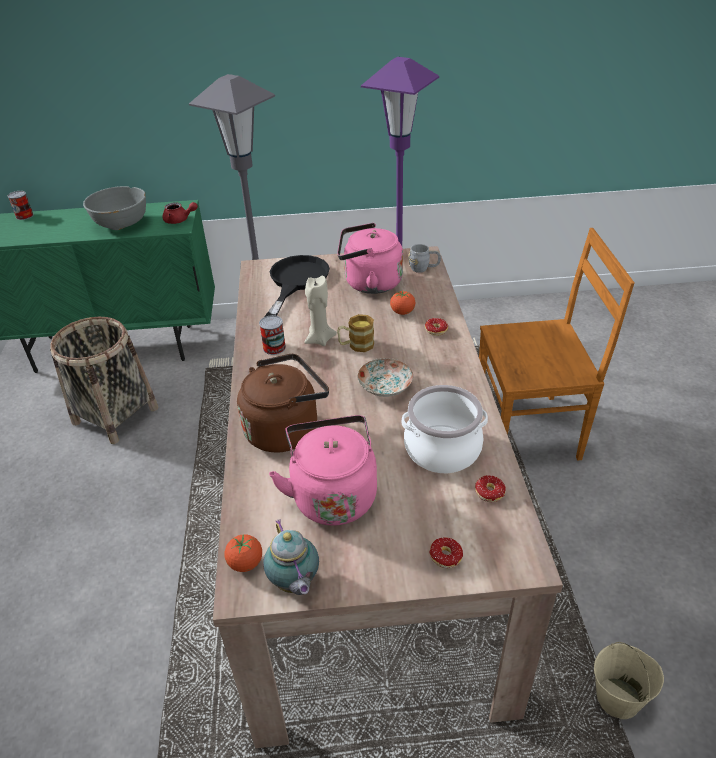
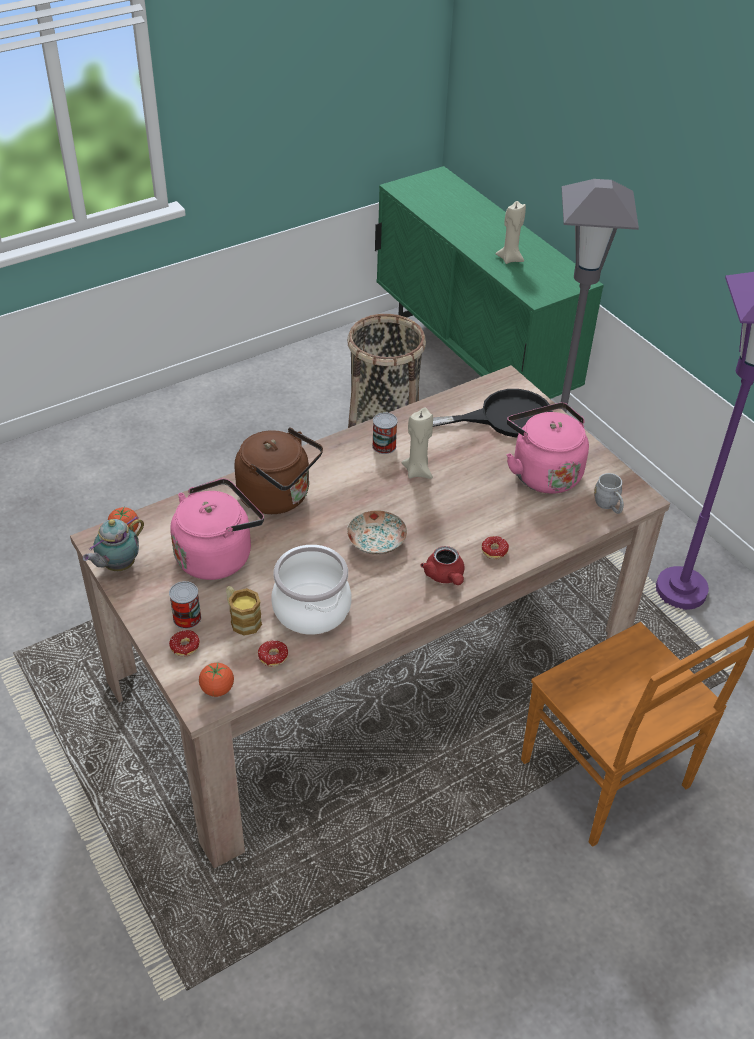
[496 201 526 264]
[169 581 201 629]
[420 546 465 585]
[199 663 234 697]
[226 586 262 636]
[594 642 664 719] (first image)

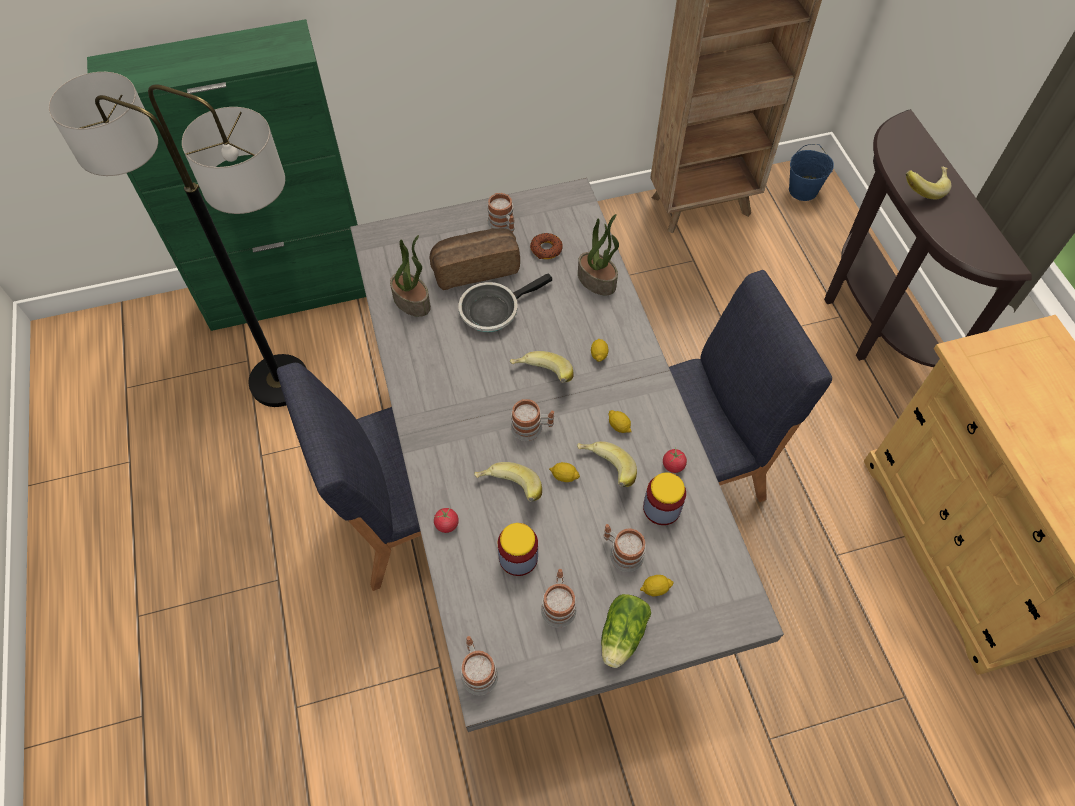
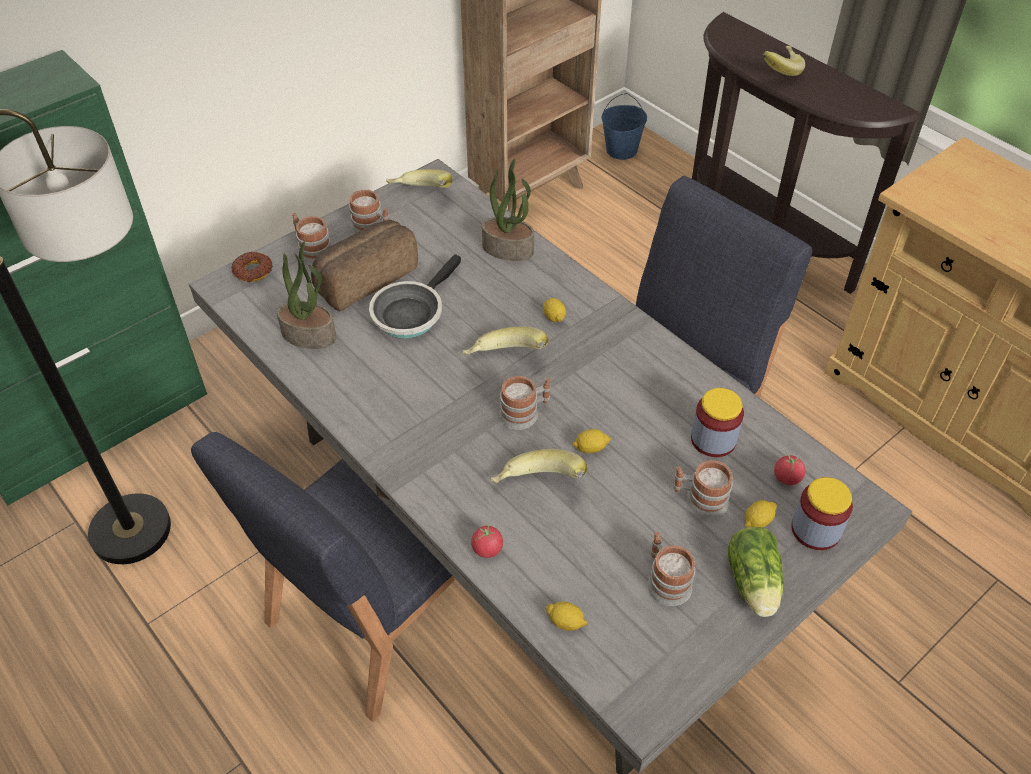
[232 252 273 282]
[546 601 588 631]
[386 169 452 188]
[774 453 806 485]
[791 477 853 550]
[292 213 331 264]

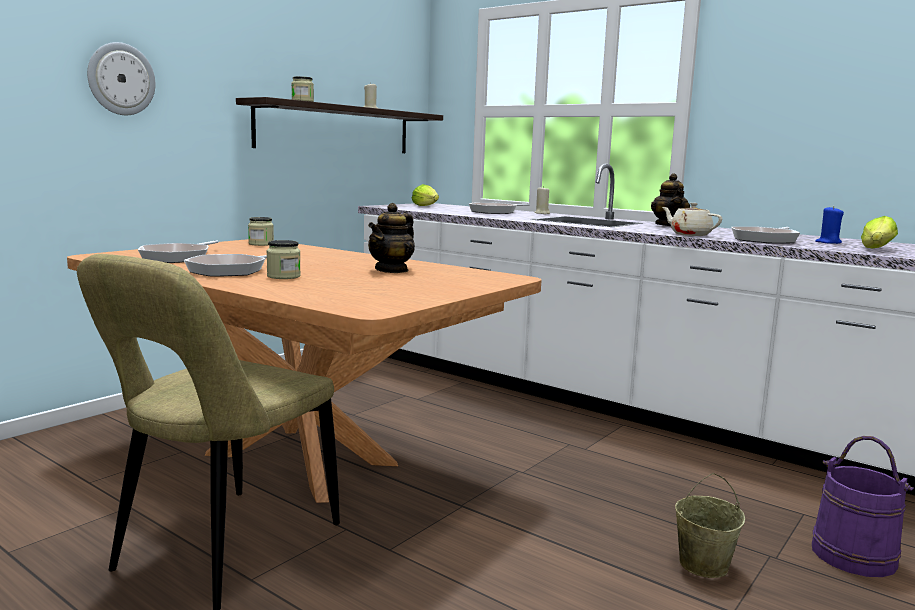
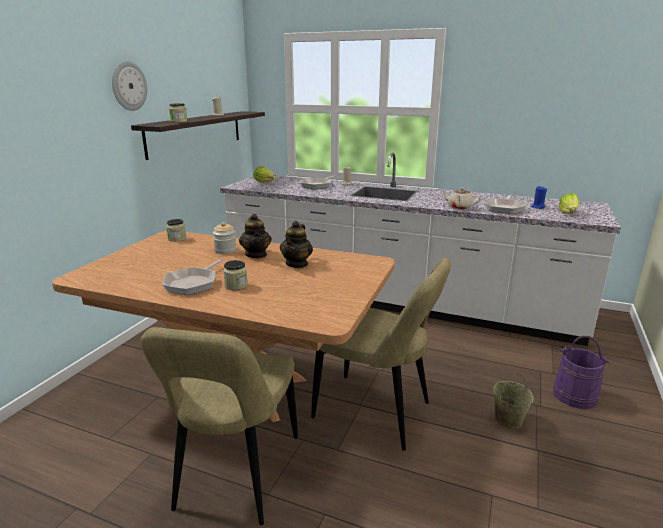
[112 61 147 111]
[239 214 272 258]
[138 240 218 263] (first image)
[213 222 236 254]
[311 258 451 451]

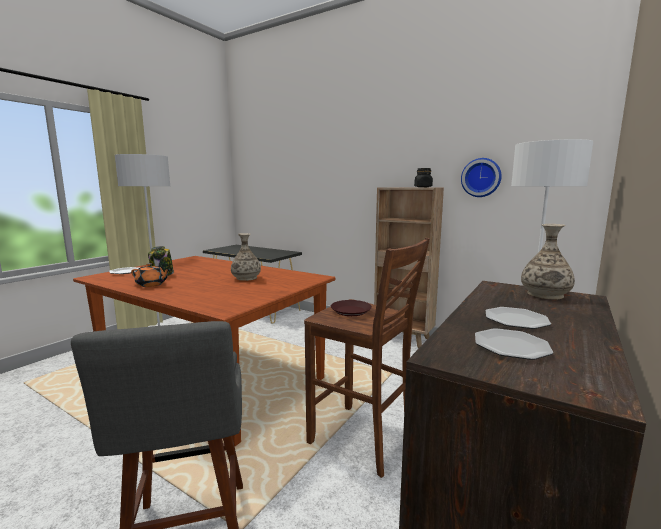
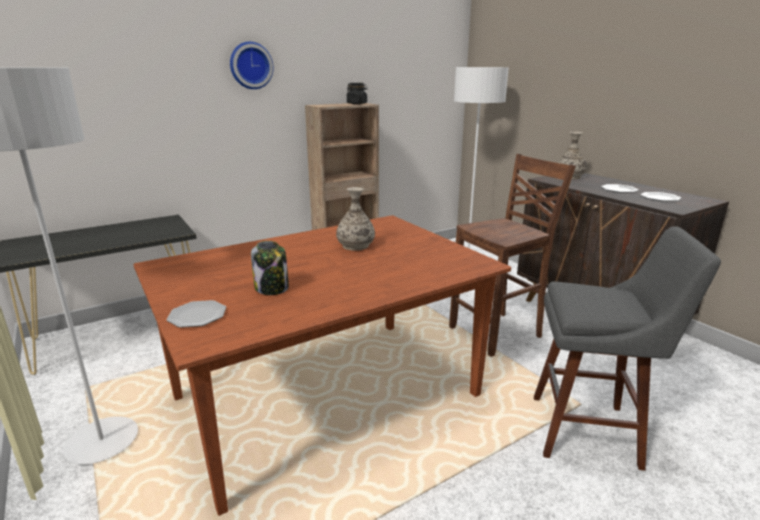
[230 42 273 89]
[131 263 171 287] (first image)
[331 300 372 316] (first image)

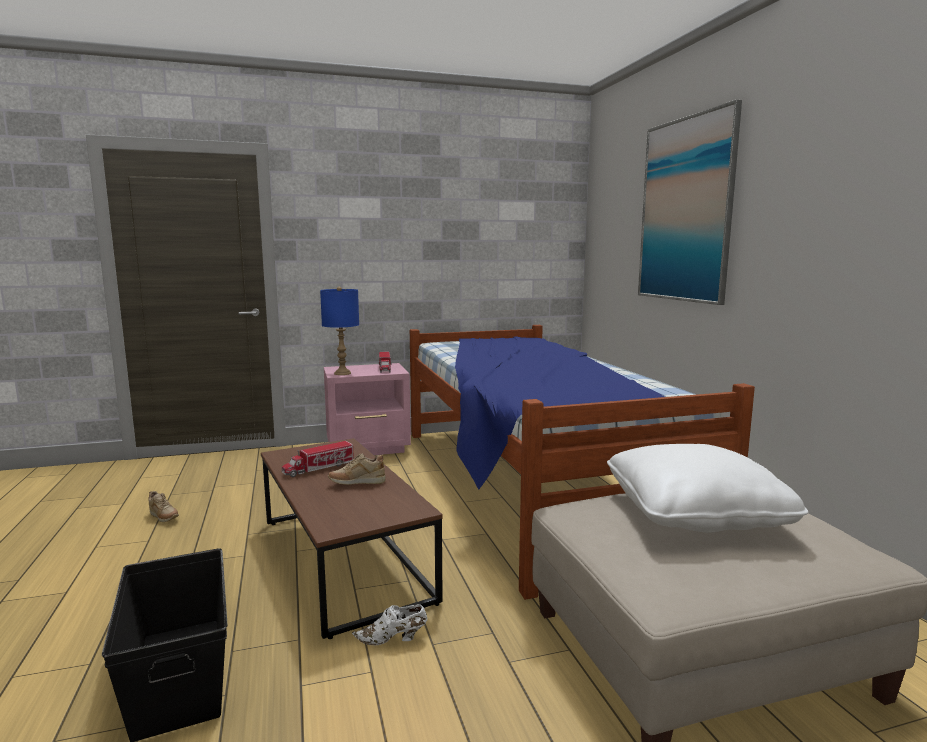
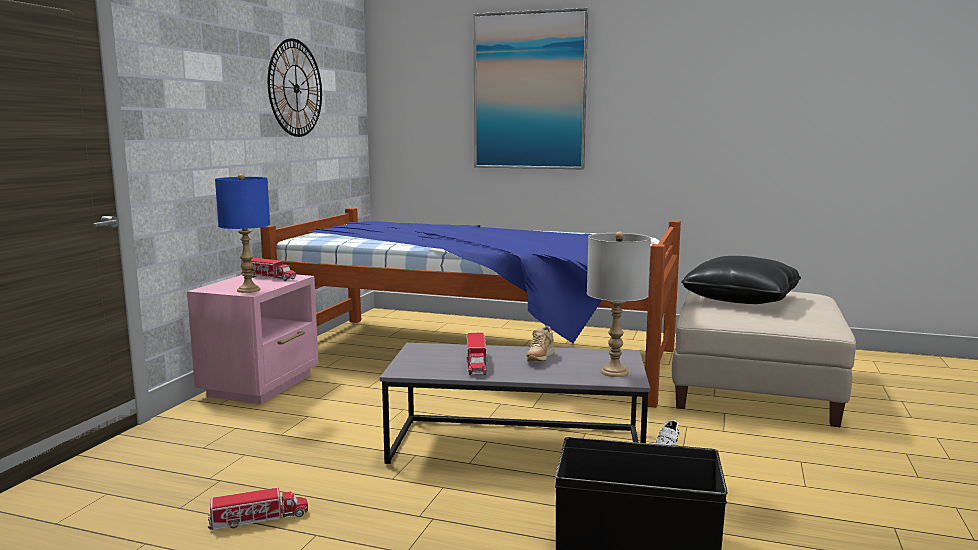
[380 343 650 464]
[681 256 801 304]
[208 488 308 530]
[268 38 322 137]
[587 231 651 377]

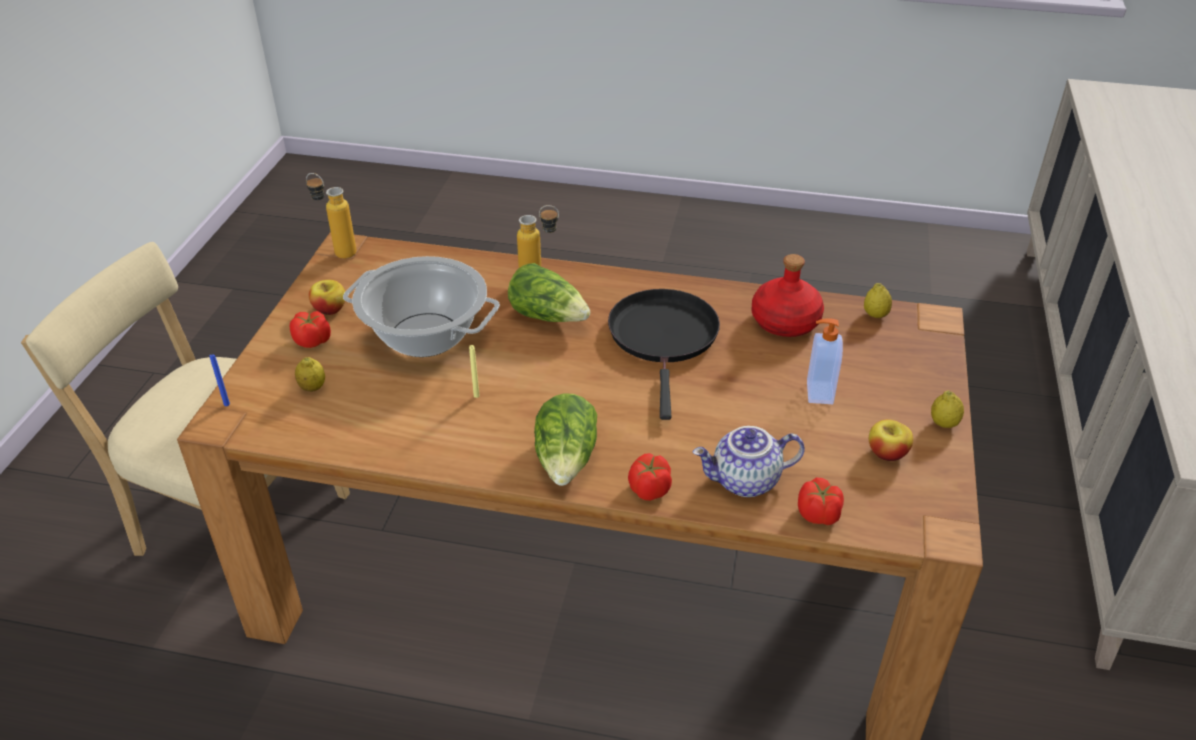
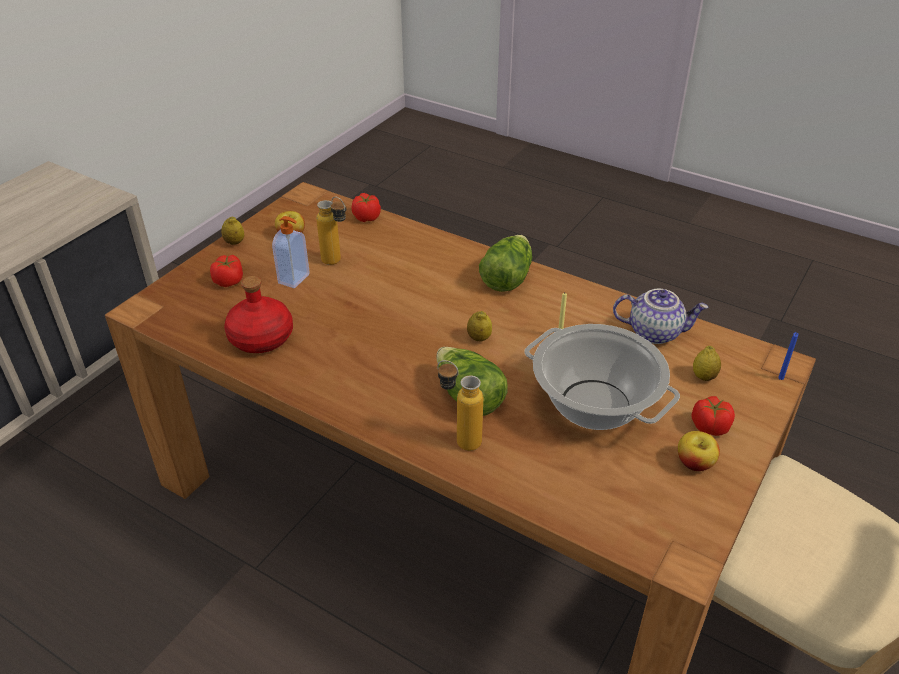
[316 197 346 265]
[467 311 492 342]
[608 289 720 420] (first image)
[613 289 709 344]
[210 255 243 287]

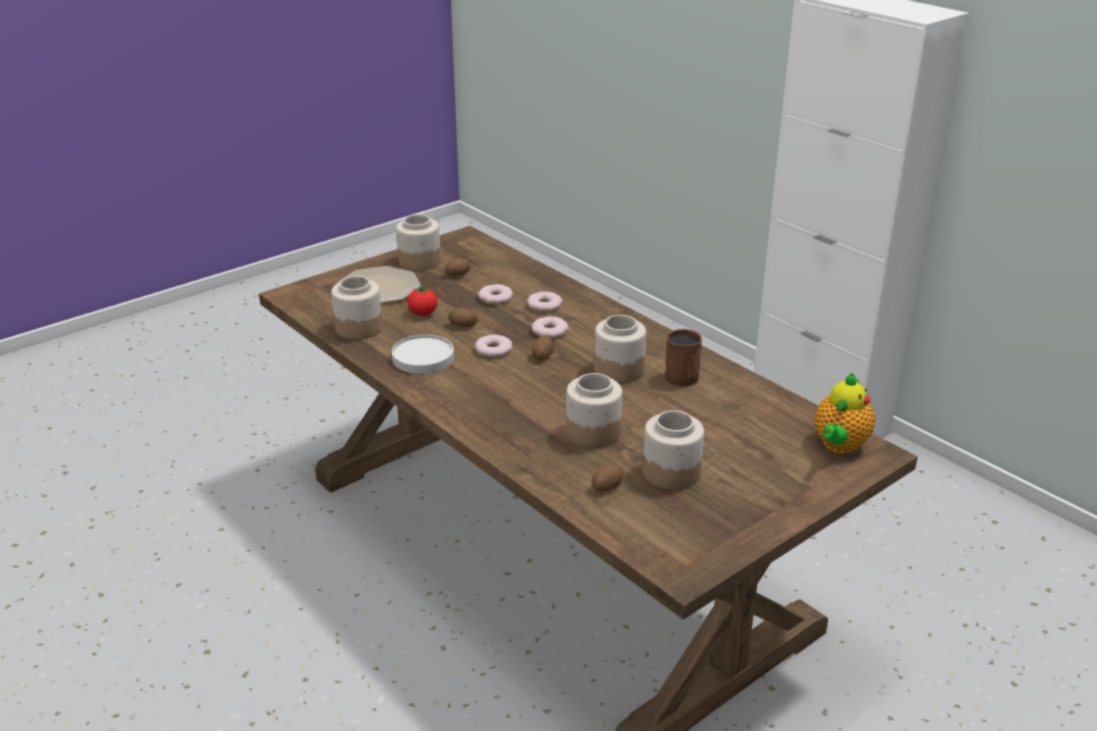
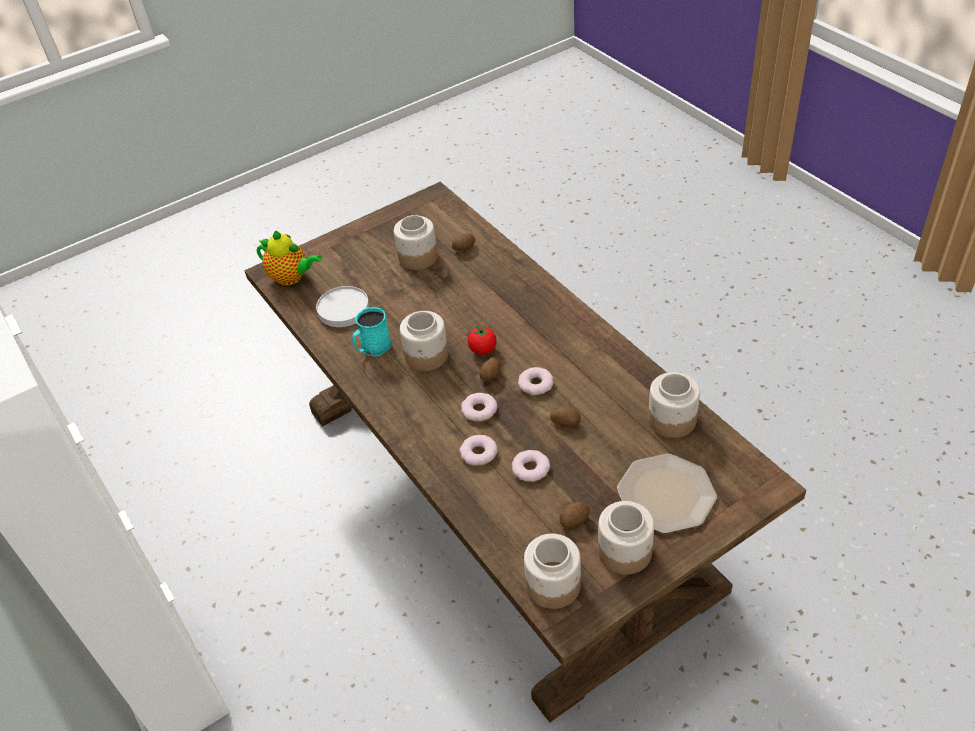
[468 326 497 355]
[352 307 391 356]
[316 286 369 327]
[524 534 581 609]
[257 230 322 285]

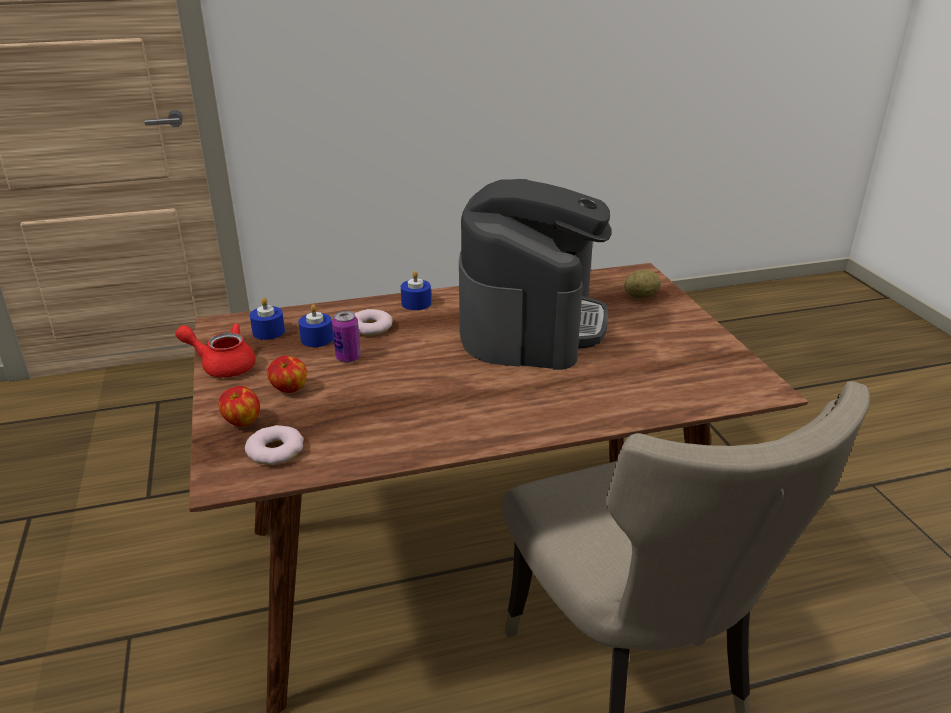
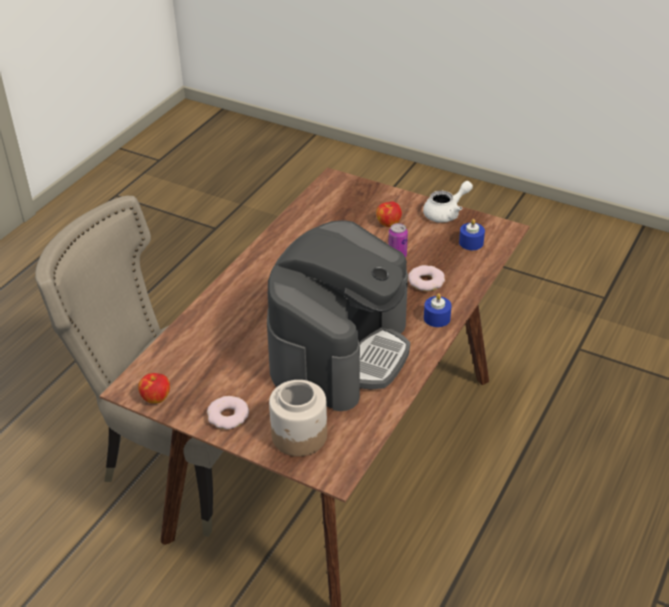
[267 220 410 411]
[269 380 327 457]
[298 304 333 347] (first image)
[423 181 473 223]
[138 373 170 404]
[207 396 249 429]

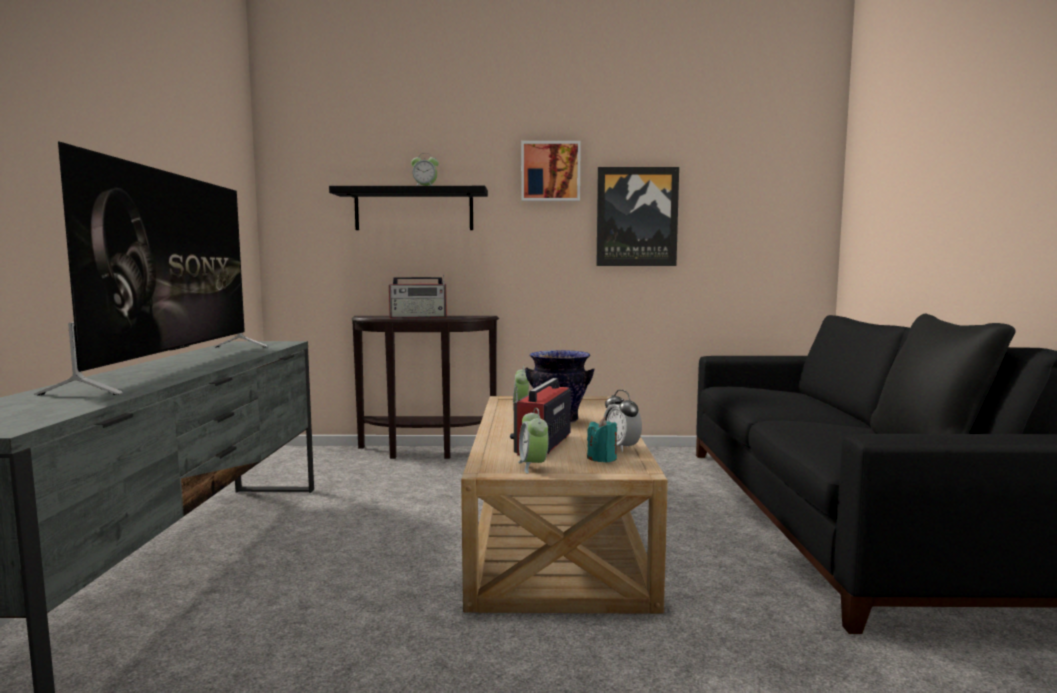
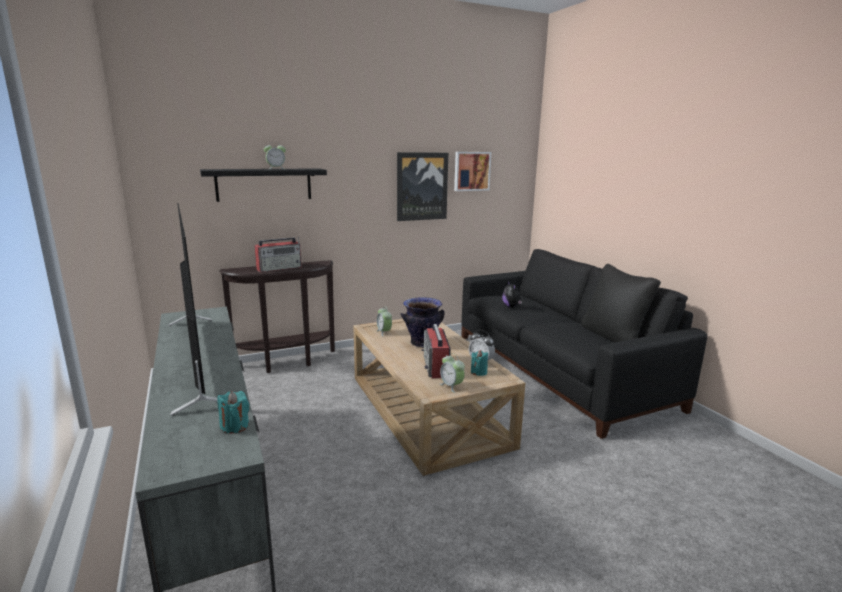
[454 152 491 191]
[502 281 522 308]
[217 391 249 433]

